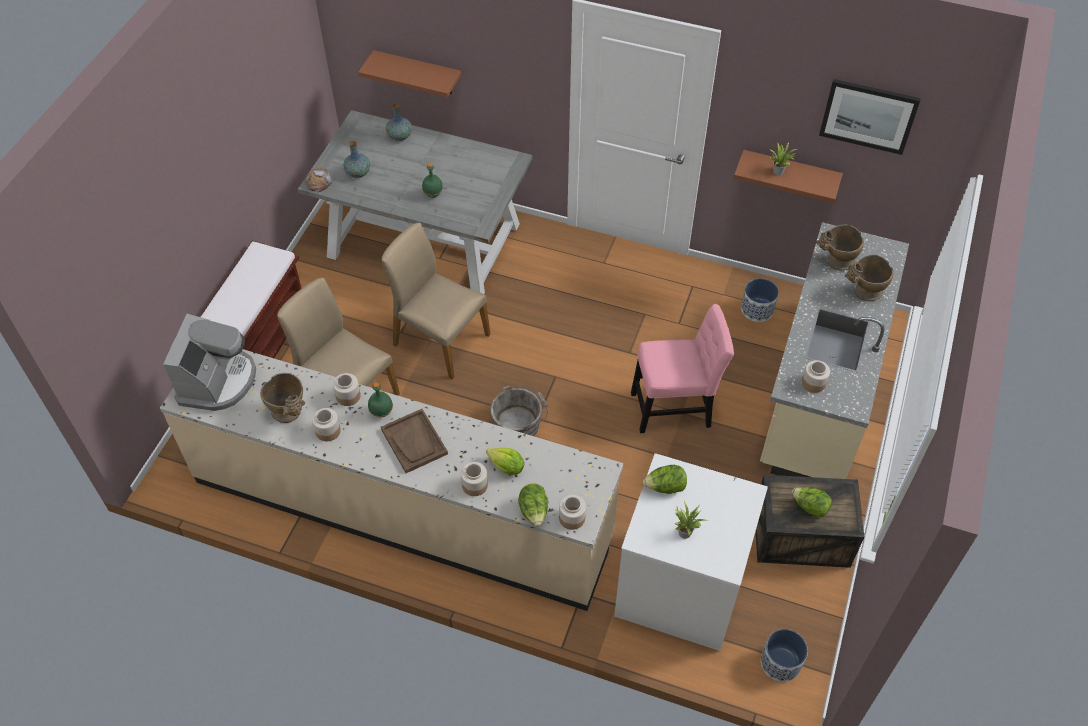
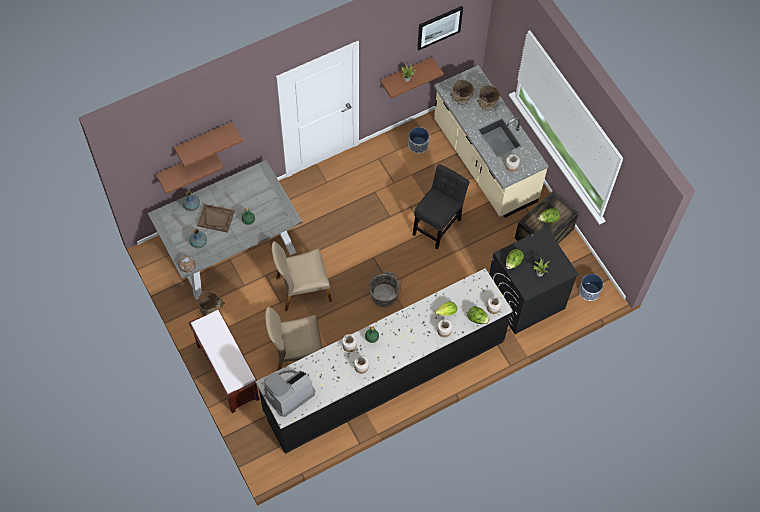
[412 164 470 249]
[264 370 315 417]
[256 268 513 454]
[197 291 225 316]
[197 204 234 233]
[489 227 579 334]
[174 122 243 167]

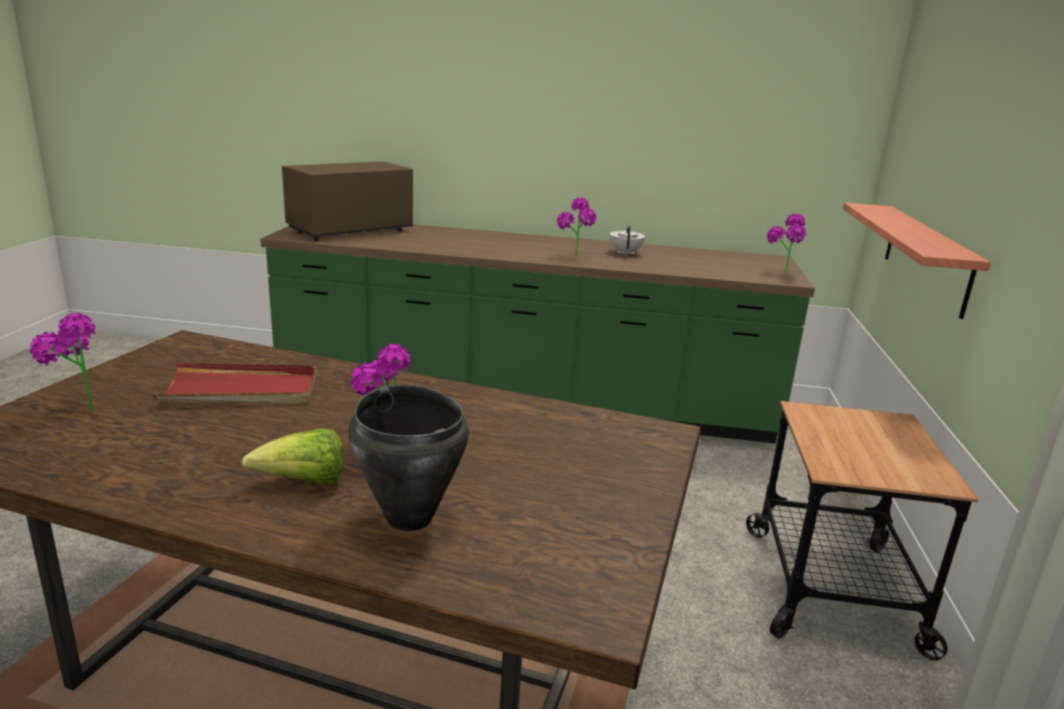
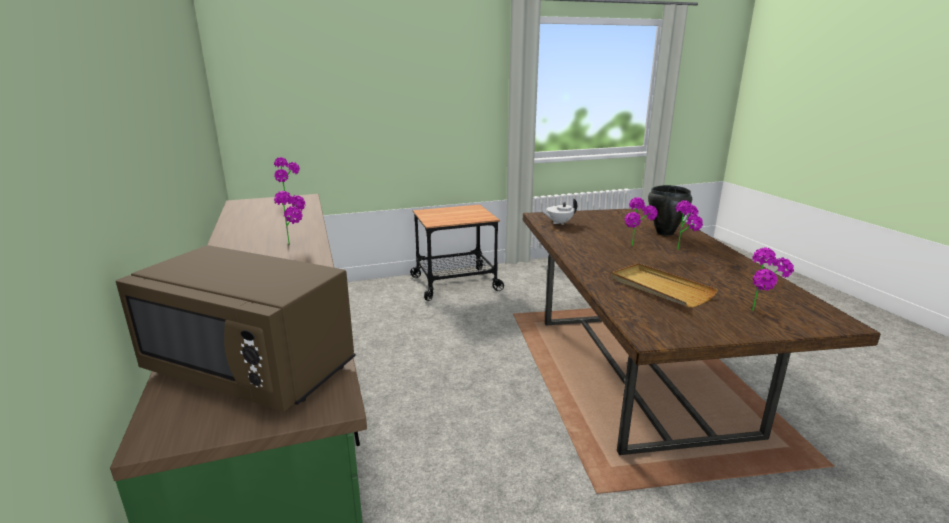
[843 203 991 319] (first image)
[542 198 577 225]
[611 263 718 308]
[676 200 703 250]

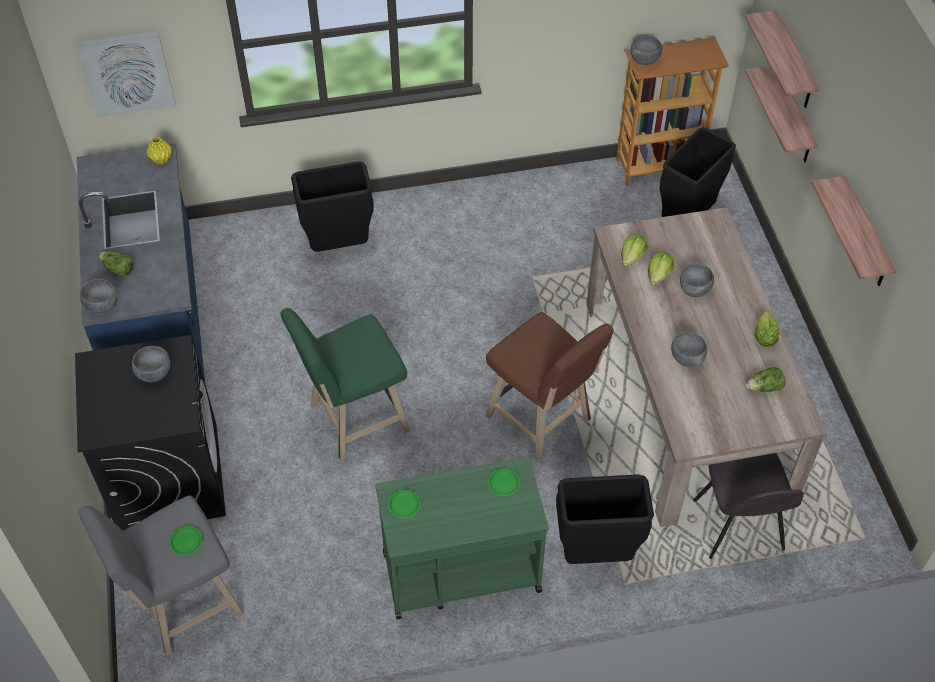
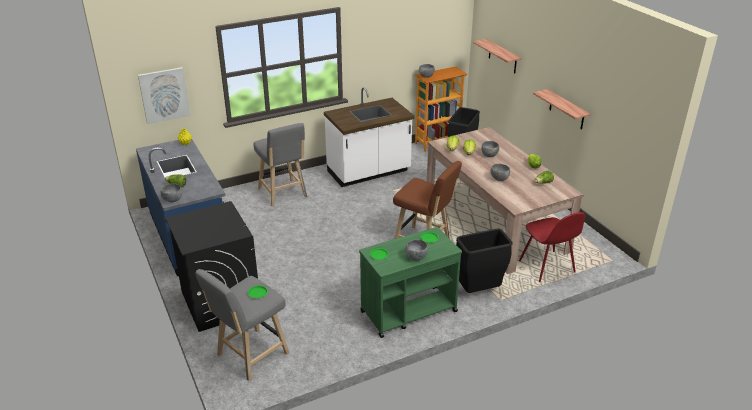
[745 66 818 163] (first image)
[253 123 308 206]
[280 308 410 460] (first image)
[406 240 428 261]
[519 212 585 282]
[324 87 415 187]

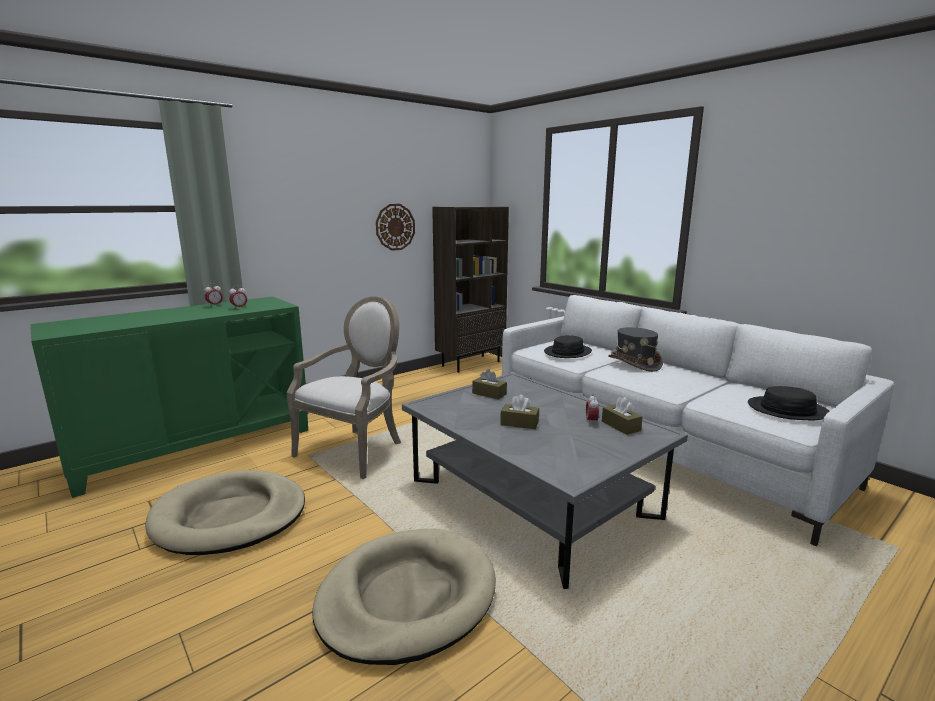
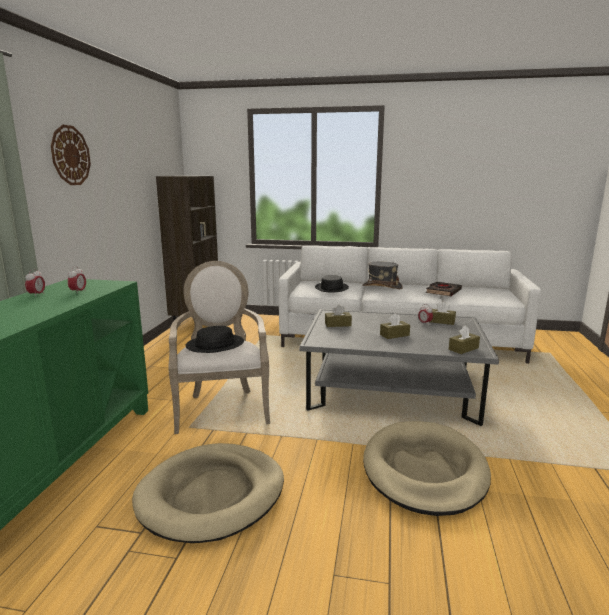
[51 125 91 185]
[185 326 244 353]
[426 282 462 296]
[449 325 480 354]

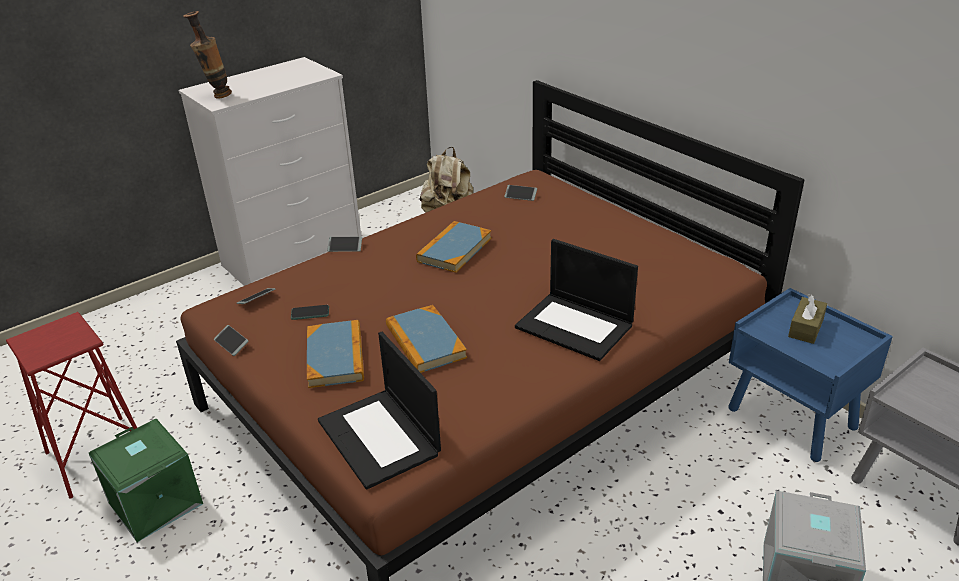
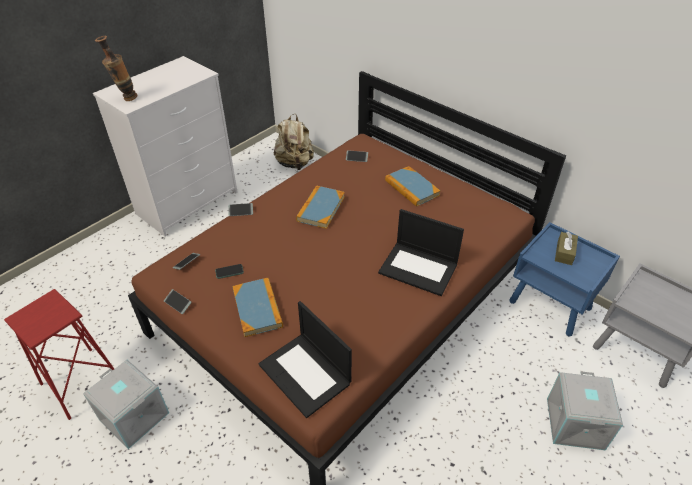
[385 166 440 207]
[83 360 169 449]

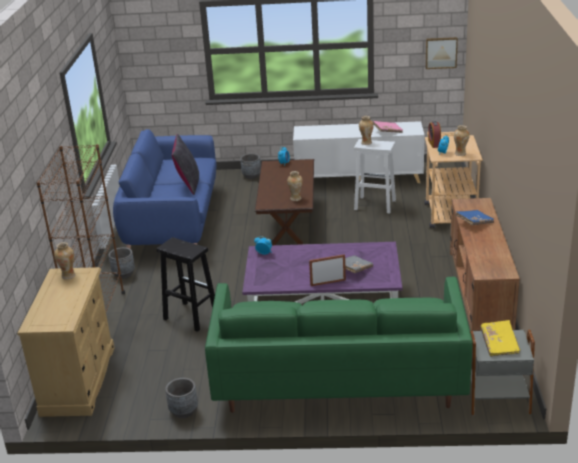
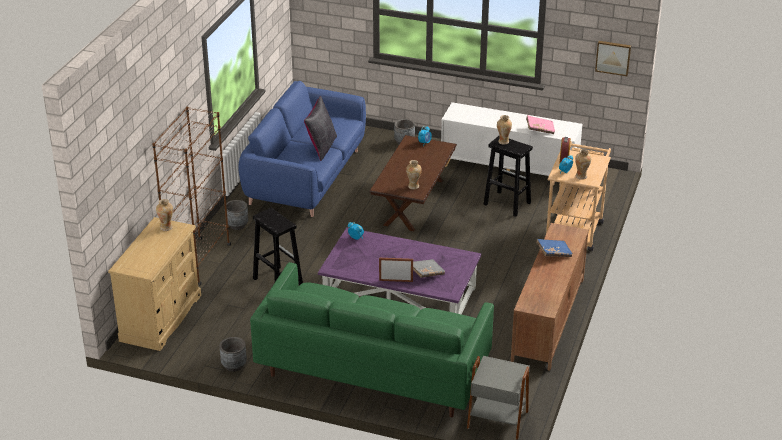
[483 135 533 217]
[480 320 521 357] (first image)

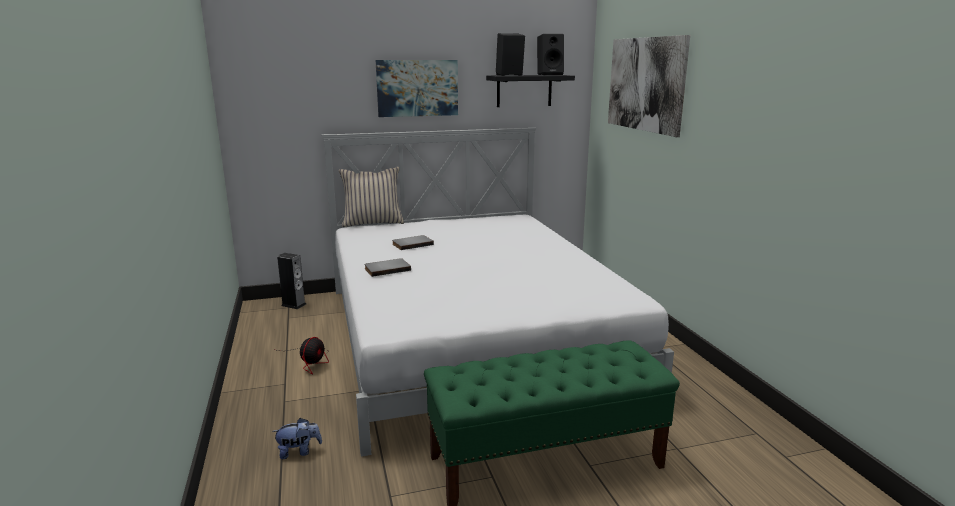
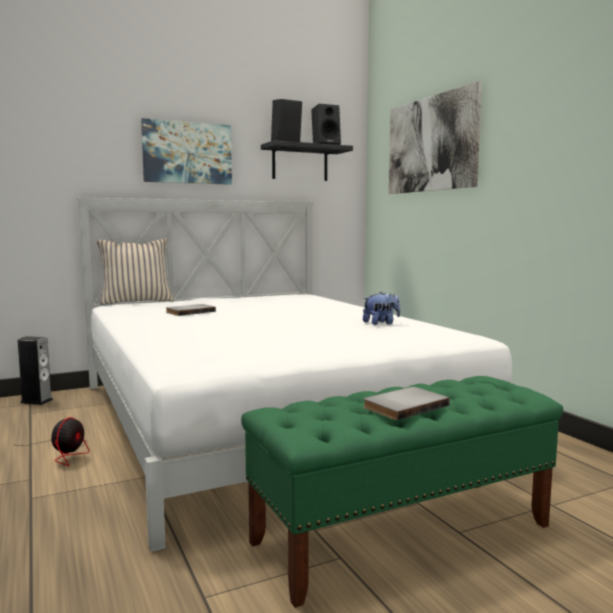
[363 387 450 421]
[363 292 400 325]

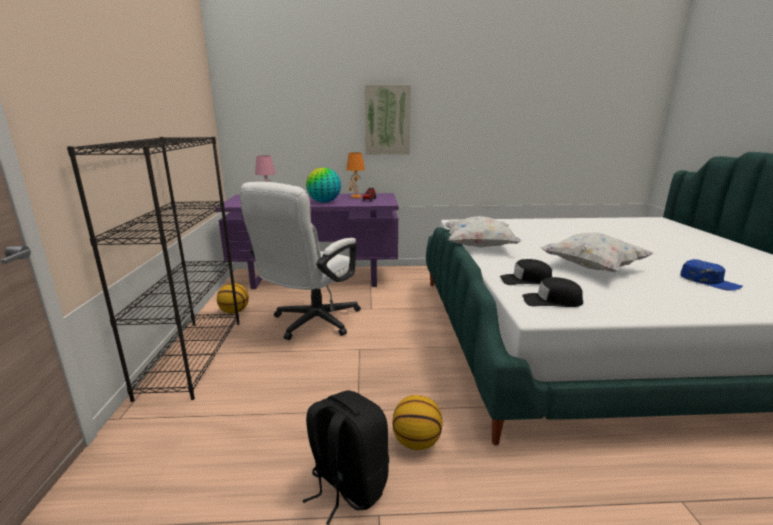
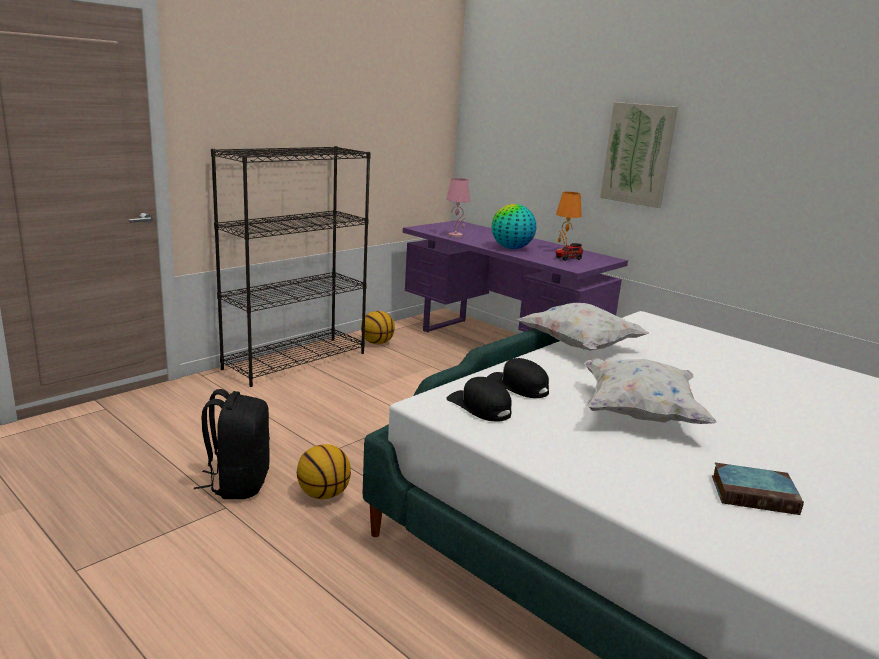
[240 182 361 340] (first image)
[712 462 804 515]

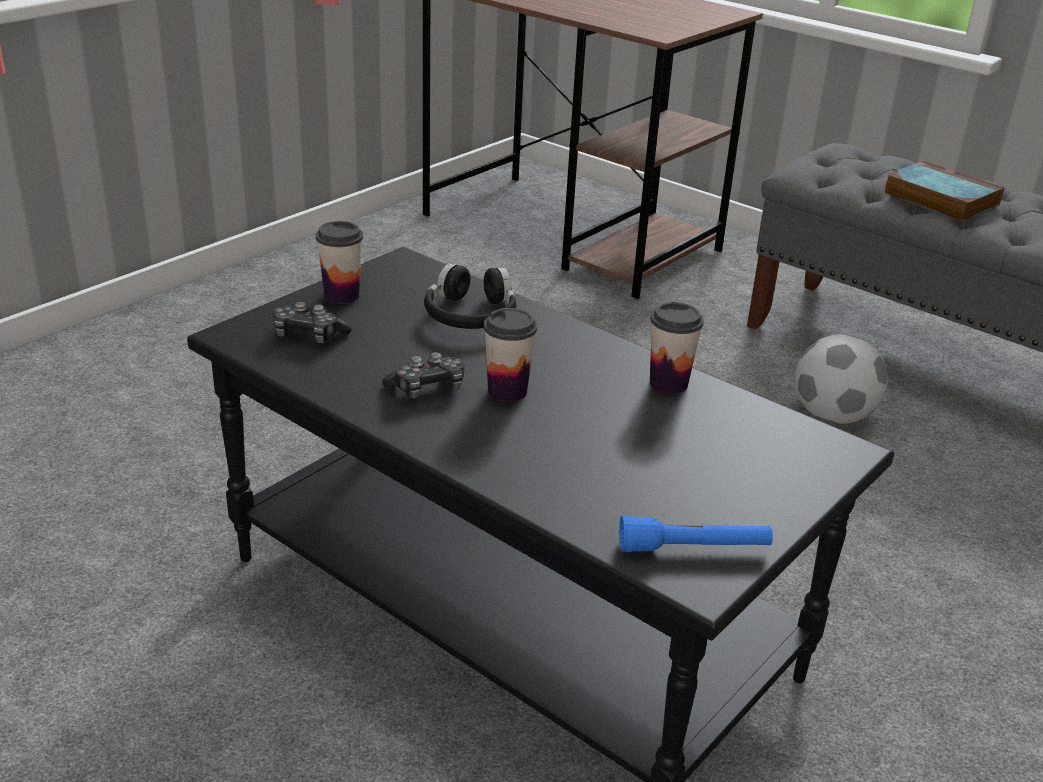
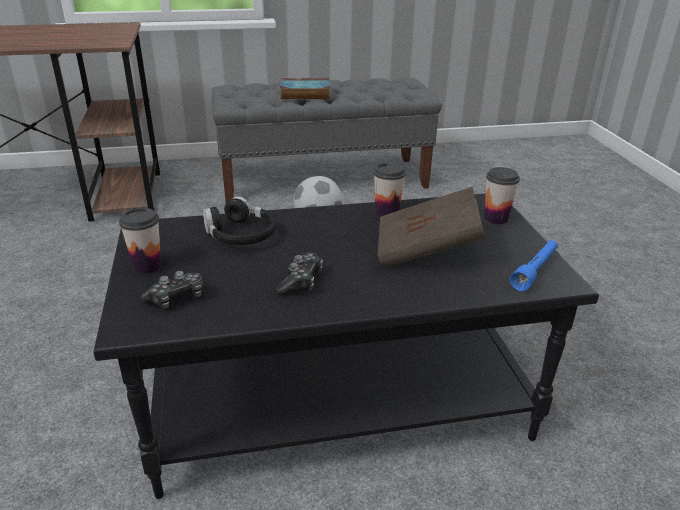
[484 167 520 224]
[378 187 485 268]

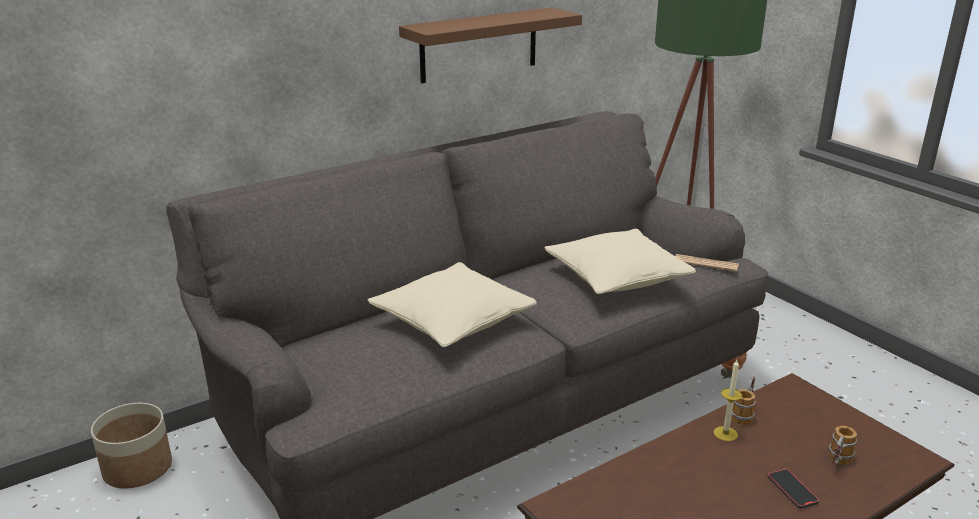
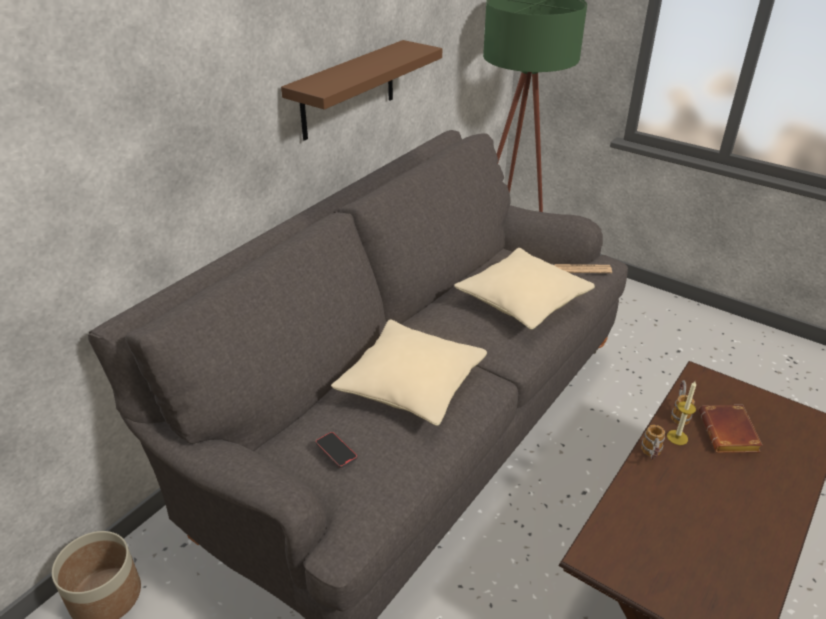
[641 425 665 461]
[316 432 357 468]
[699 405 763 453]

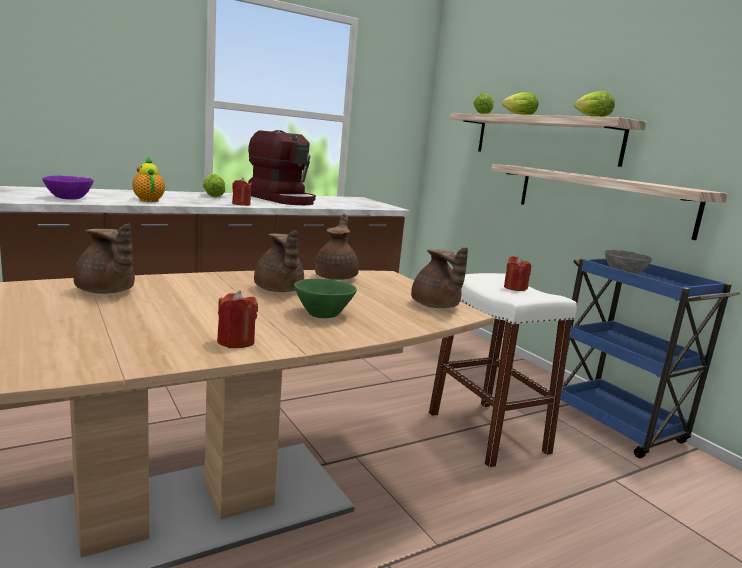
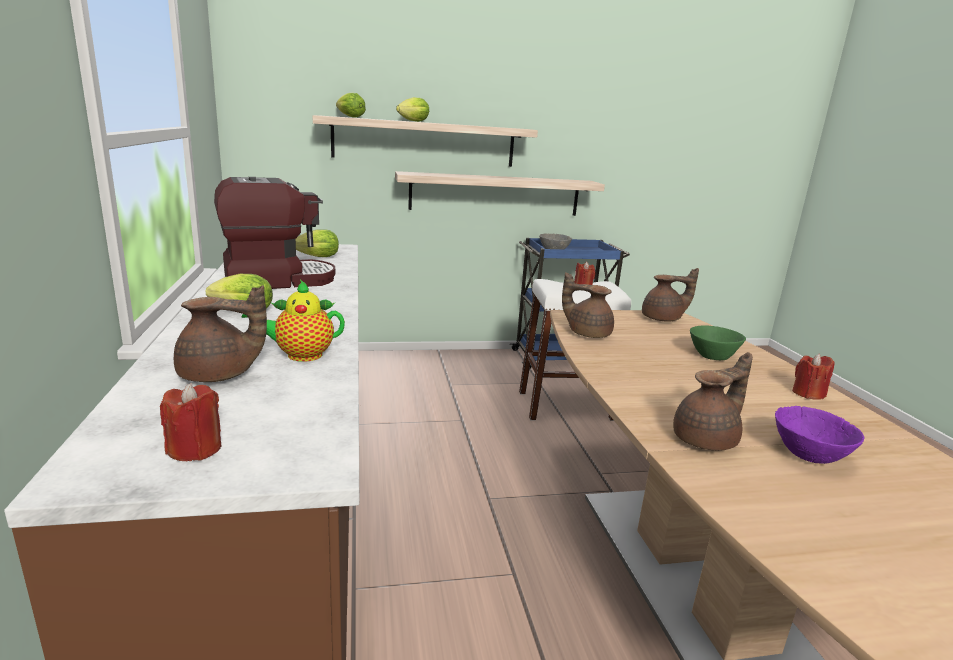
[296 229 339 257]
[775 406 864 464]
[160 383 221 461]
[174 285 267 382]

